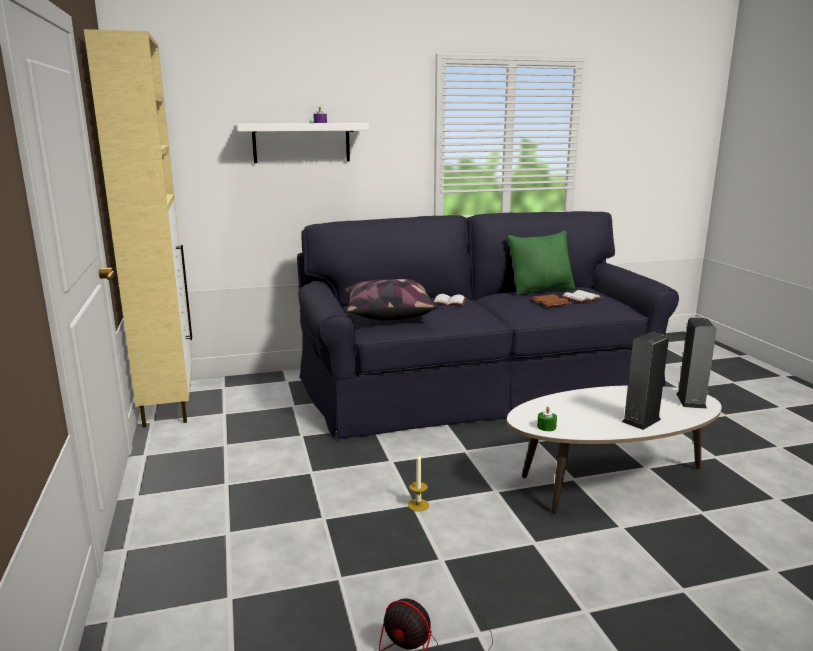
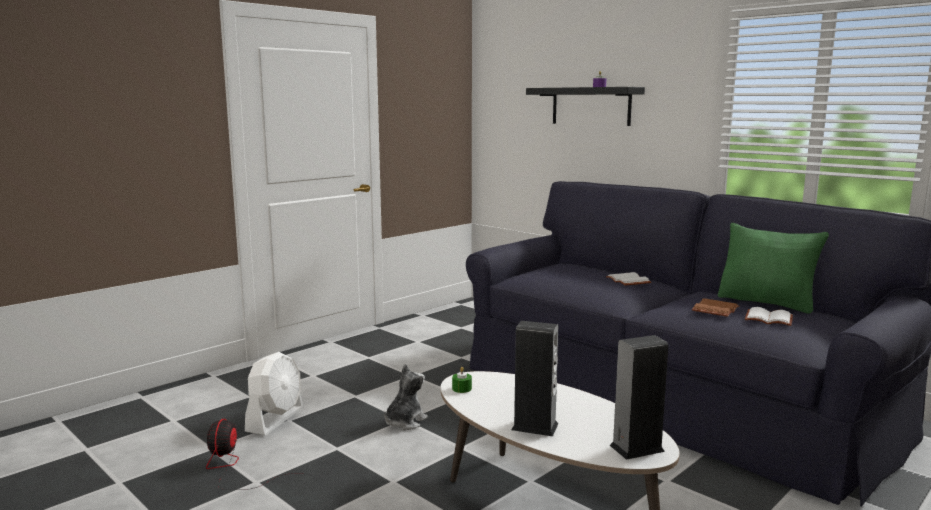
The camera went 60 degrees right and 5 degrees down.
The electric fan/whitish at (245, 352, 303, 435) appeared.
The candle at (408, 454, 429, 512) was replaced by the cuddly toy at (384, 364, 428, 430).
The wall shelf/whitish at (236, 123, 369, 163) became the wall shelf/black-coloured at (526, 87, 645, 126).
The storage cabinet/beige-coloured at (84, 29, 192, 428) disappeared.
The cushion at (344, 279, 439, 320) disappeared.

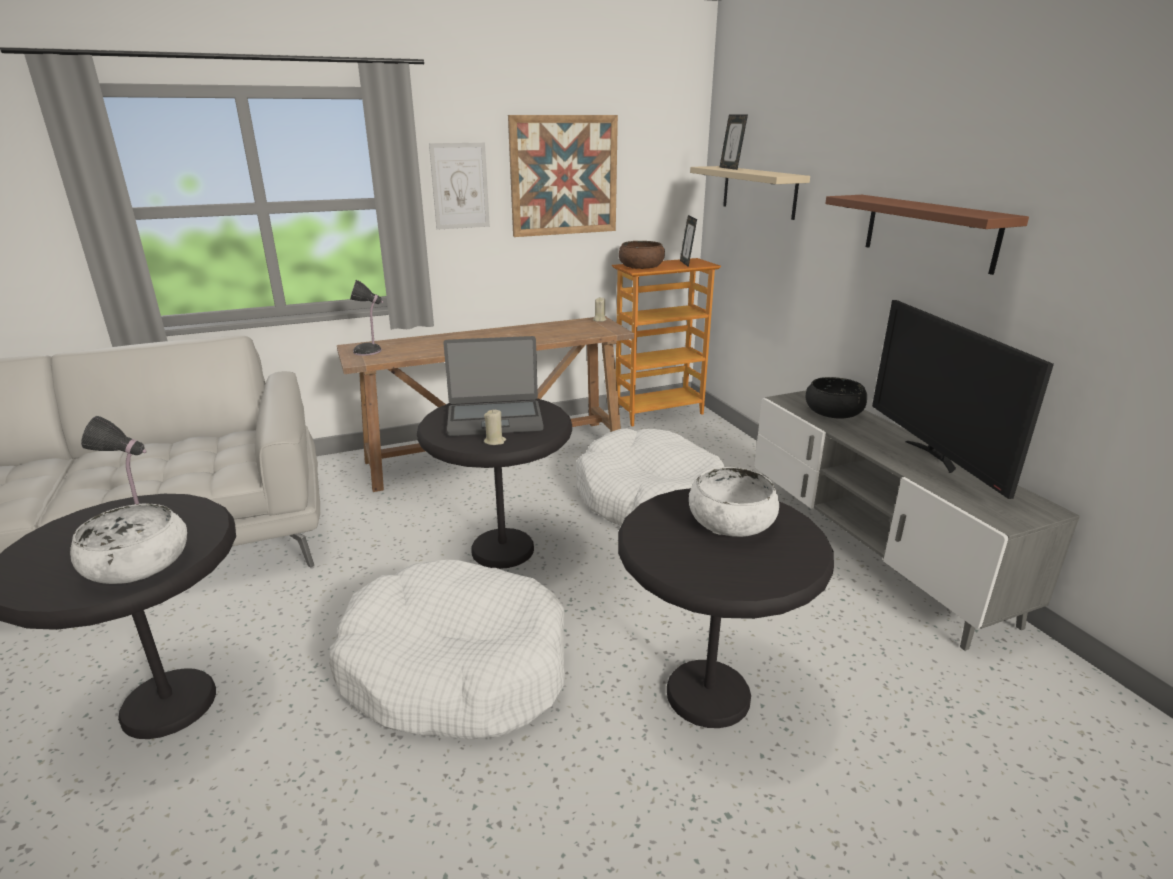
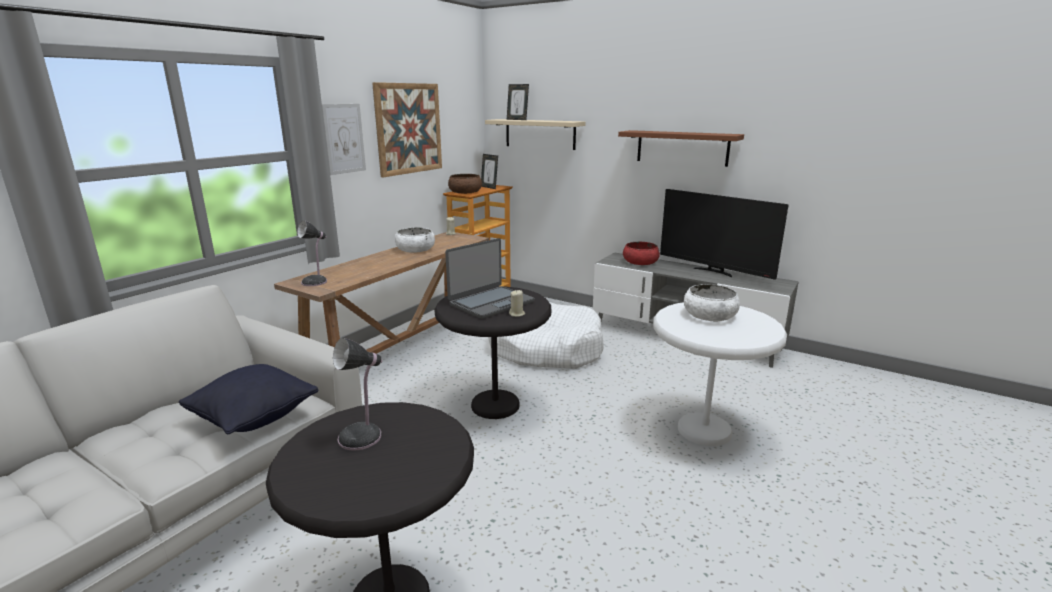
The camera went 35 degrees left and 5 degrees down.
The cushion/black-coloured at (179, 364, 319, 434) appeared.
The serving bowl/whitish moved from (70, 503, 187, 584) to (395, 227, 435, 253).
The serving bowl/black-coloured at (806, 377, 867, 419) became the serving bowl/reddish at (623, 242, 660, 265).
The side table/black-coloured at (618, 488, 834, 728) became the side table/whitish at (653, 302, 787, 446).
The pet bed/whitish at (329, 559, 565, 740) disappeared.

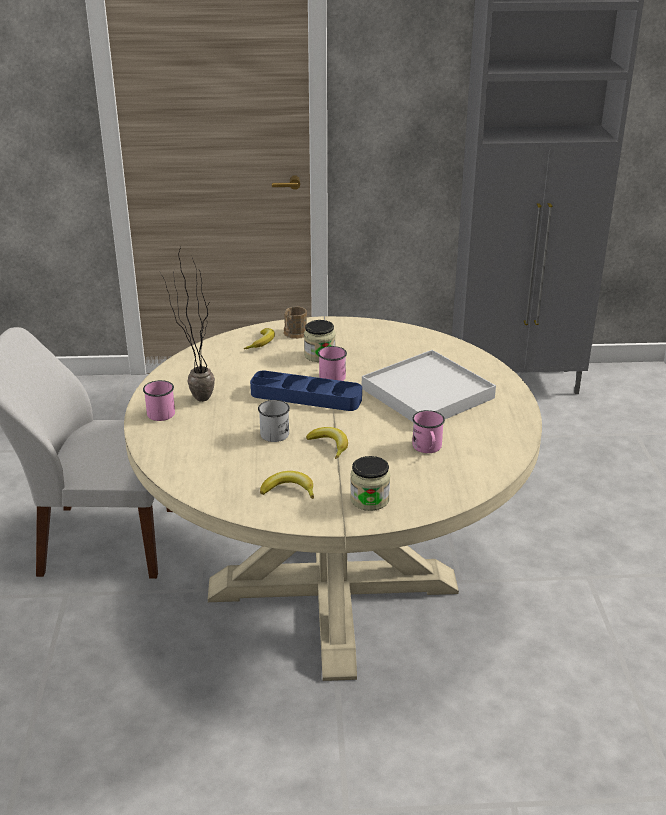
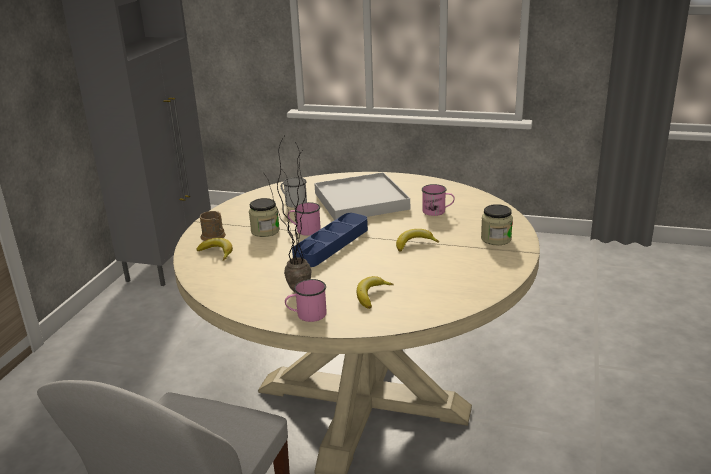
The camera went 70 degrees left and 5 degrees down.
The tea mug/whitish moved from (258, 400, 290, 442) to (280, 177, 307, 208).
The whole banana moved from (260, 471, 314, 499) to (357, 276, 393, 309).

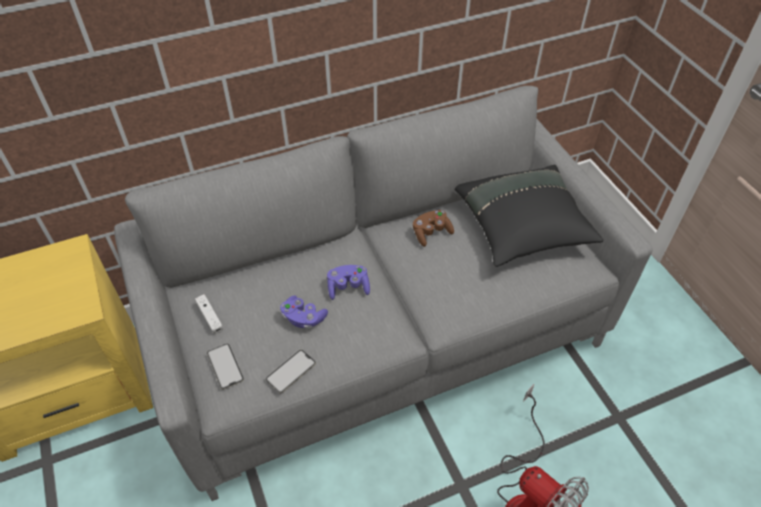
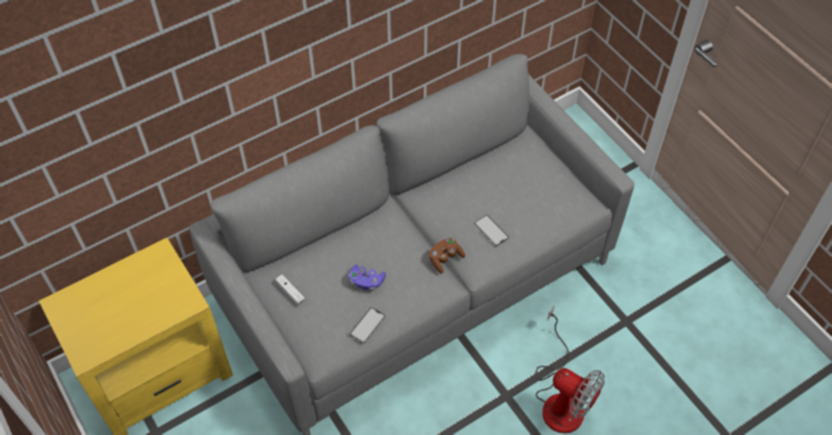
The camera went 10 degrees left and 5 degrees up.
The joypad/brown-coloured moved from (413, 210, 454, 247) to (429, 238, 465, 274).
The telephone moved from (207, 344, 244, 390) to (474, 215, 509, 246).
The joypad/purplish at (327, 265, 370, 300) disappeared.
The cushion/black-coloured at (455, 165, 604, 267) disappeared.

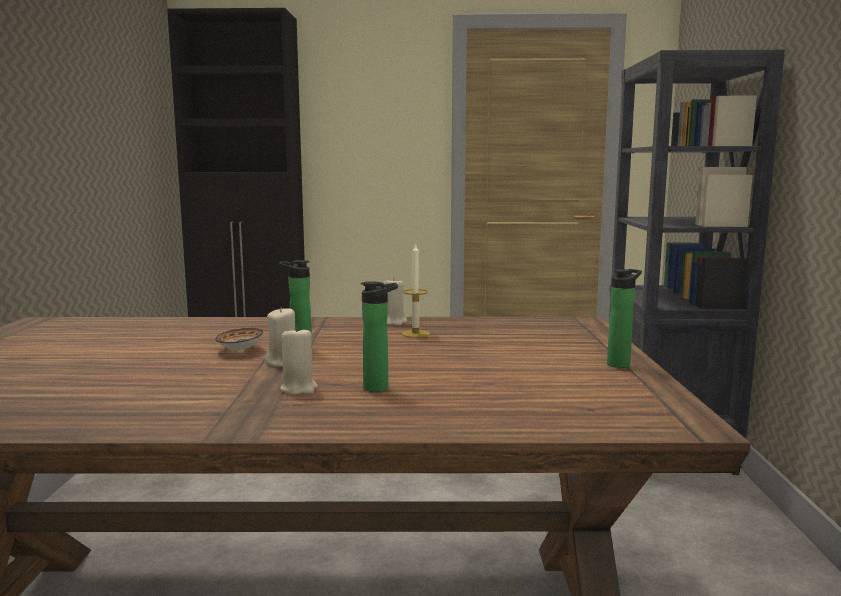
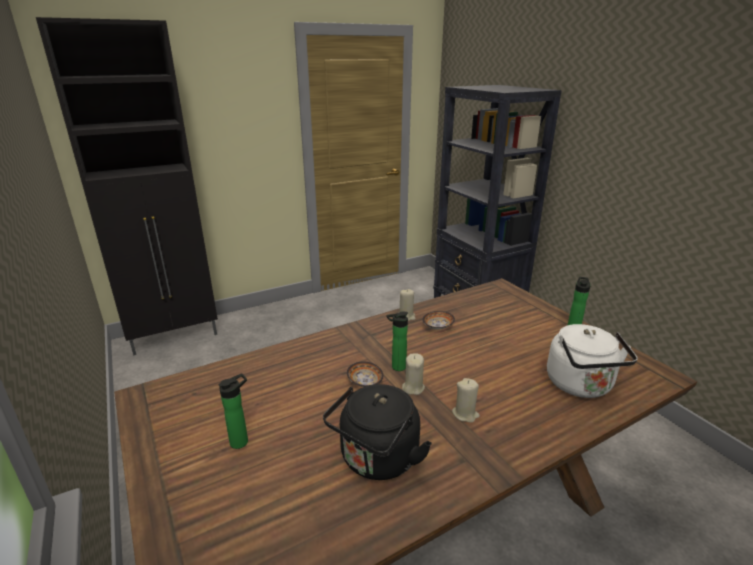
The camera went 30 degrees left and 15 degrees up.
The beverage bottle moved from (361, 281, 398, 392) to (219, 373, 248, 449).
The kettle/black-coloured at (323, 384, 432, 480) appeared.
The candle at (402, 243, 430, 338) was replaced by the serving bowl at (423, 311, 455, 329).
The kettle/whitish at (547, 324, 638, 398) appeared.

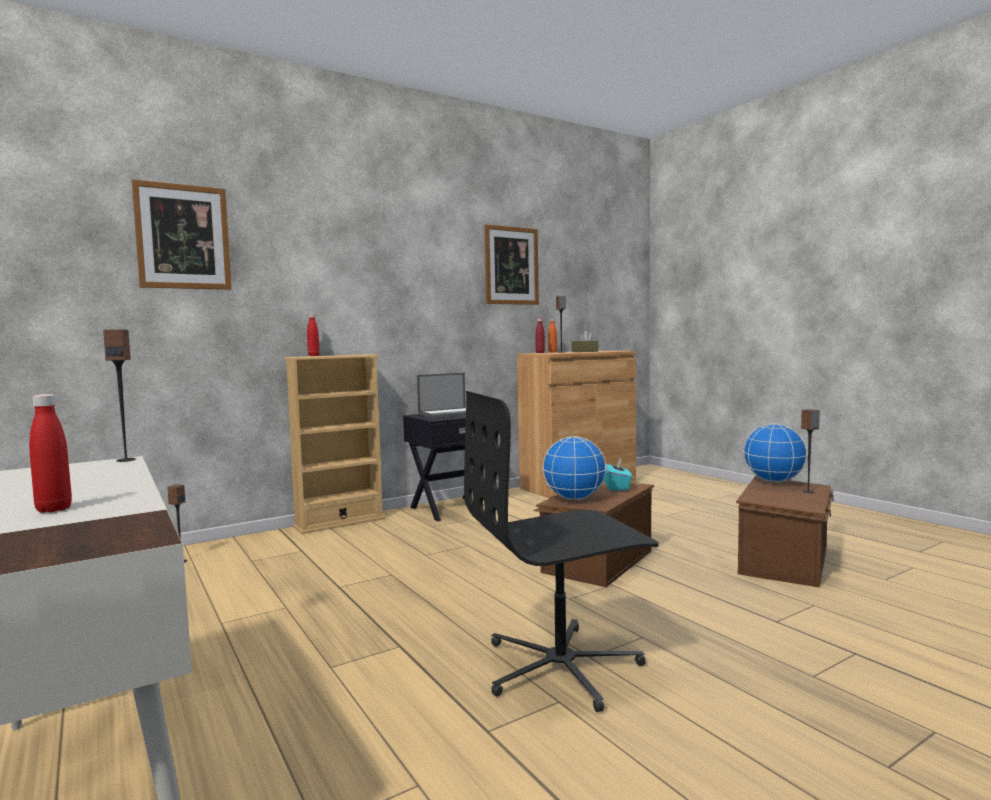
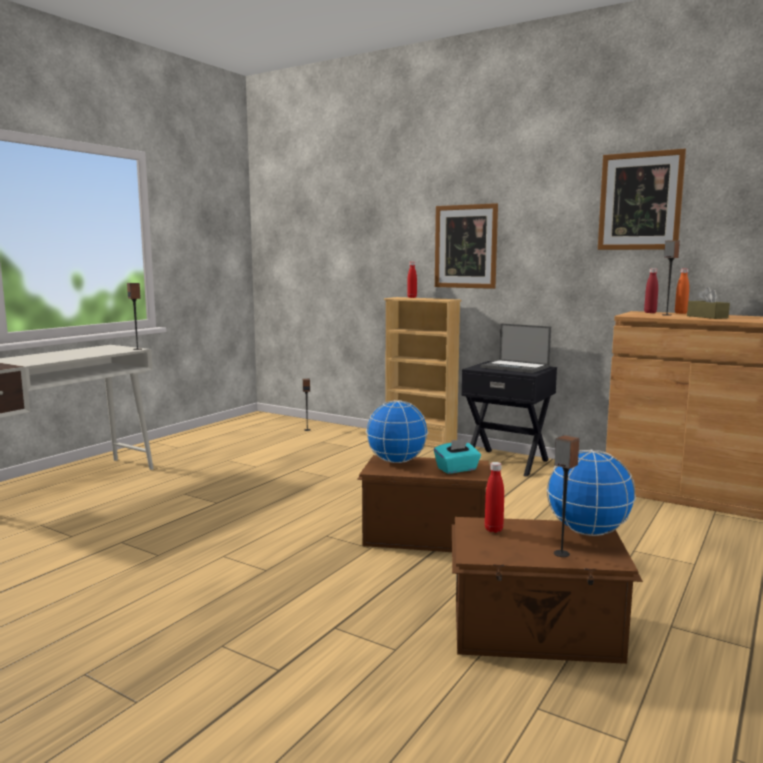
The camera went 65 degrees right and 5 degrees up.
The wall art moved from (132, 179, 231, 290) to (435, 203, 498, 289).
The beverage bottle/reddish moved from (29, 394, 72, 513) to (485, 462, 504, 533).
The office chair/black-coloured at (464, 391, 659, 712) disappeared.

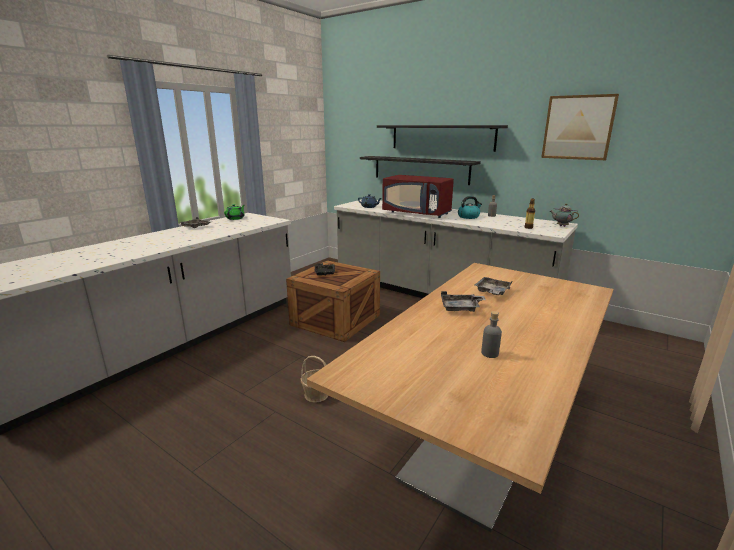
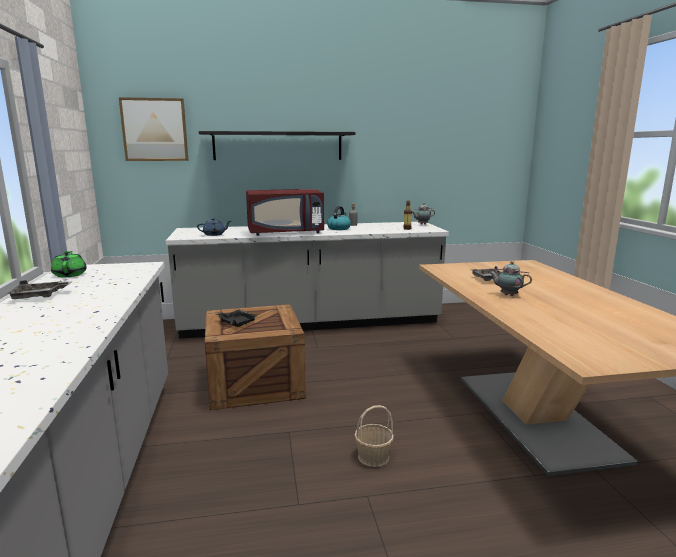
The camera went 45 degrees left and 5 degrees down.
The wall art moved from (541, 94, 619, 160) to (119, 97, 189, 161).
The serving tray/grey at (441, 291, 486, 312) was replaced by the tea pot at (489, 261, 532, 296).
The wall shelf/black-coloured at (360, 156, 481, 185) disappeared.
The beverage bottle/grey at (481, 311, 502, 358) disappeared.

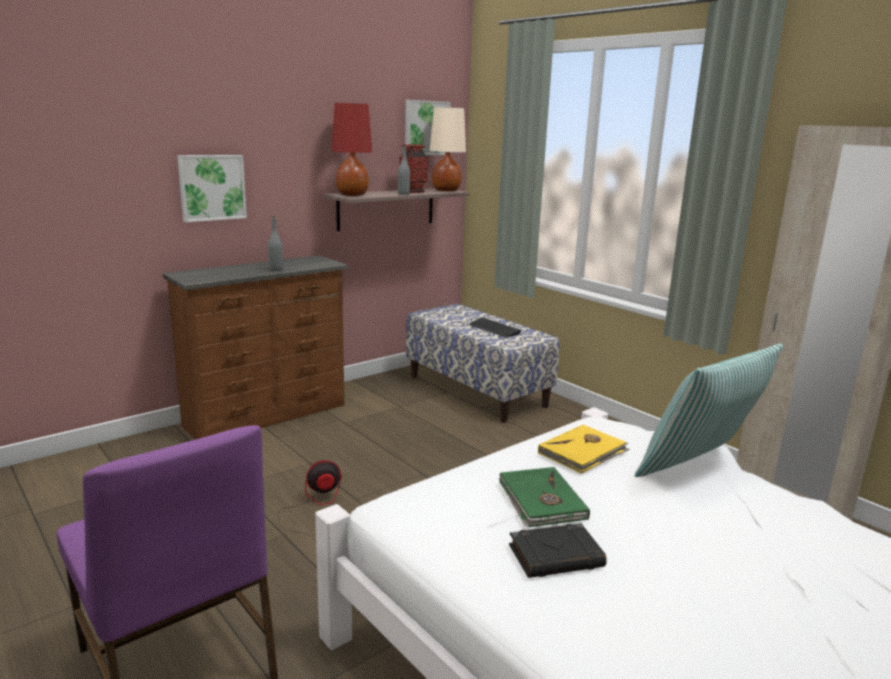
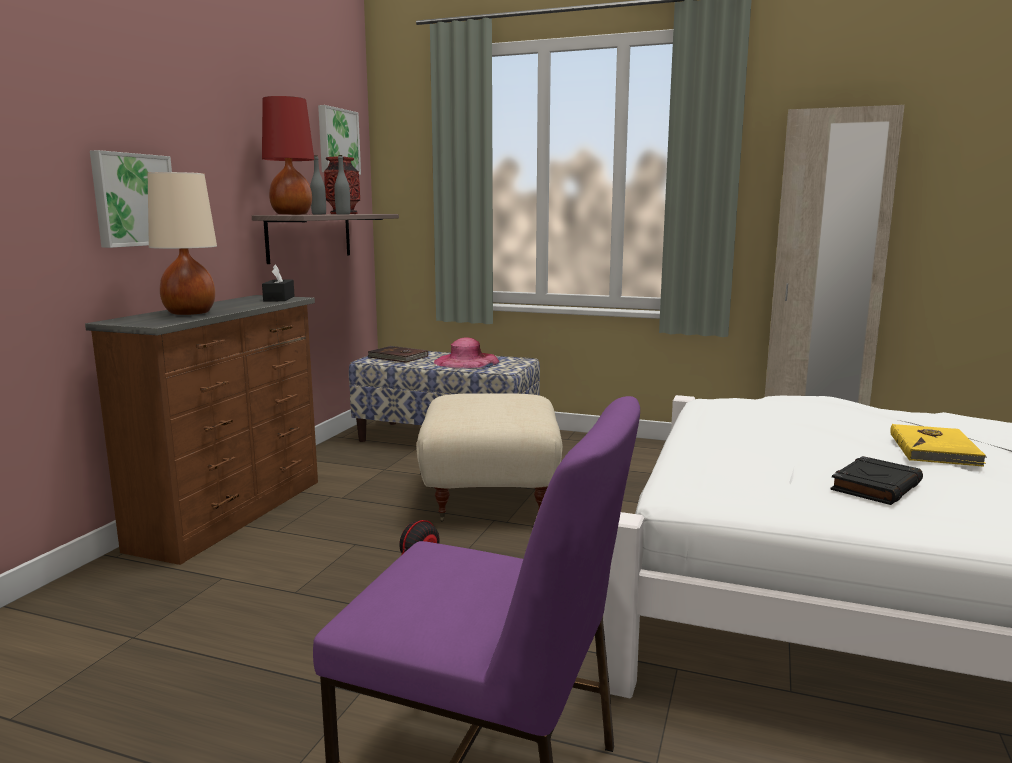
The camera went 30 degrees left and 5 degrees down.
The table lamp/beige-coloured moved from (430, 107, 466, 191) to (148, 172, 217, 315).
The tissue box/black-coloured at (262, 265, 295, 301) appeared.
The beverage bottle/grey moved from (268, 216, 283, 271) to (310, 155, 326, 214).
The book/brown-coloured at (367, 346, 428, 363) appeared.
The ottoman/beige-coloured at (416, 393, 563, 522) appeared.
The keyboard at (469, 317, 522, 338) was replaced by the hat/pinkish at (434, 338, 500, 369).
The book/yellow-coloured moved from (538, 424, 630, 474) to (890, 424, 987, 467).
The book/greenish at (499, 467, 590, 527) disappeared.
The cushion at (635, 344, 783, 477) disappeared.

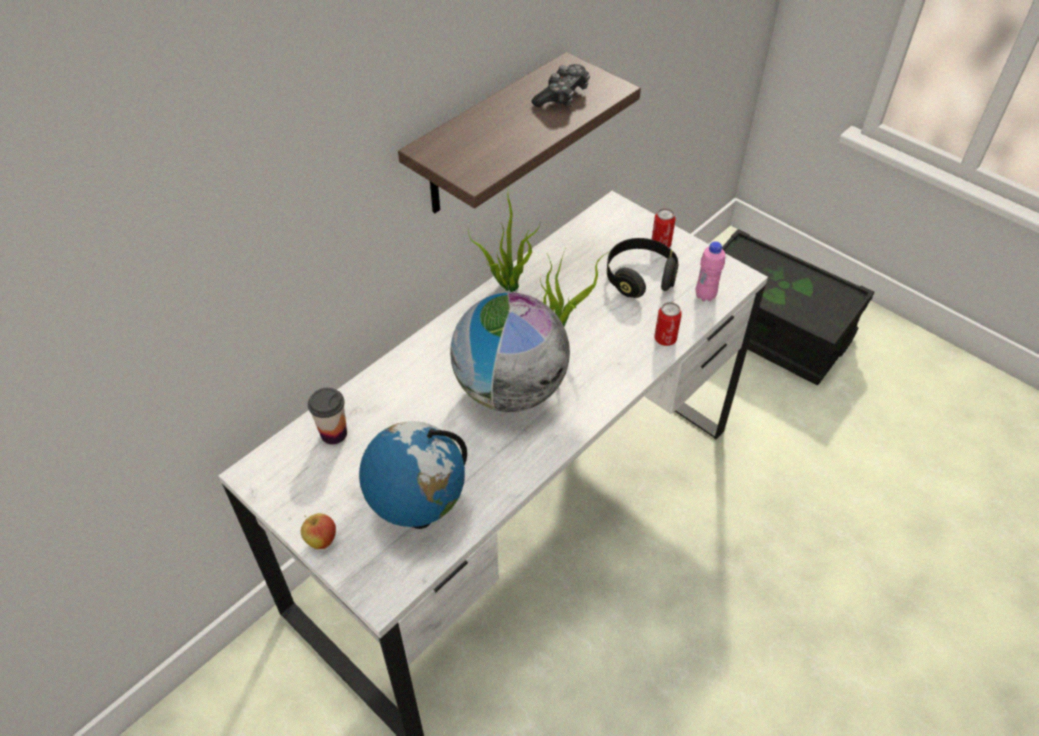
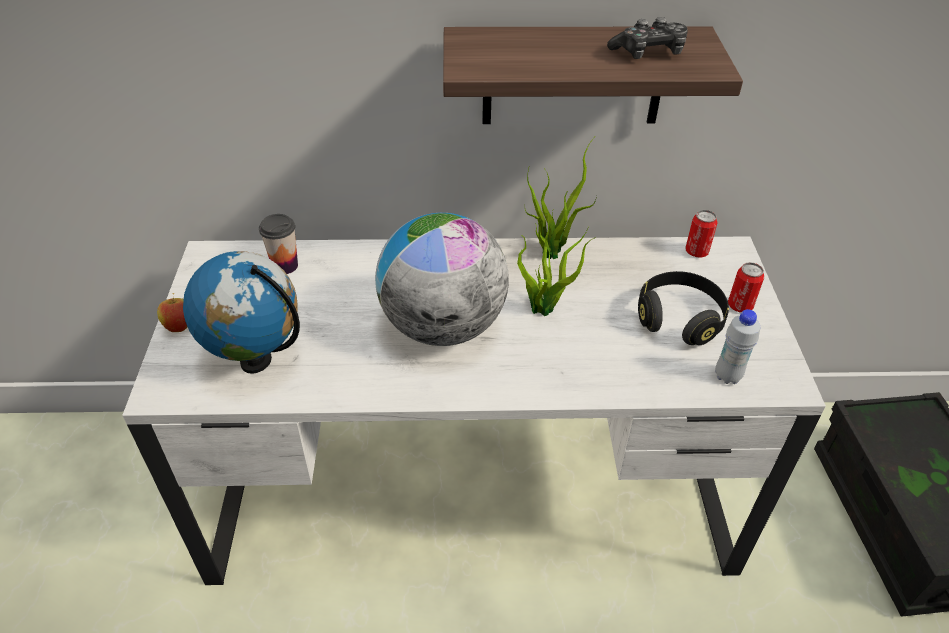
The camera went 45 degrees right and 5 degrees down.
The sealed can moved from (654, 302, 682, 346) to (685, 210, 718, 258).
The beverage bottle/pinkish at (695, 241, 725, 301) became the beverage bottle/whitish at (715, 309, 760, 384).

